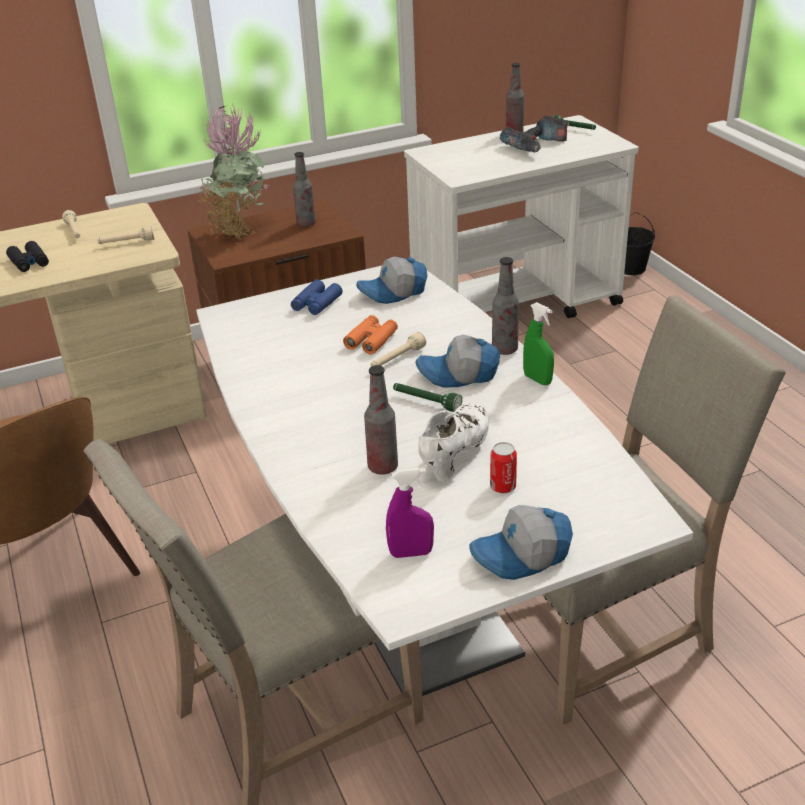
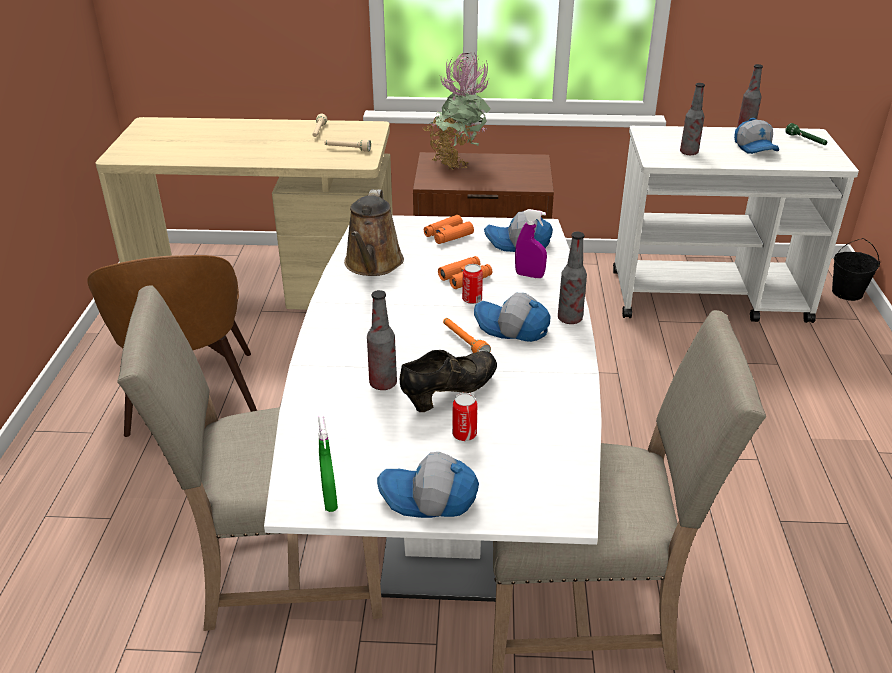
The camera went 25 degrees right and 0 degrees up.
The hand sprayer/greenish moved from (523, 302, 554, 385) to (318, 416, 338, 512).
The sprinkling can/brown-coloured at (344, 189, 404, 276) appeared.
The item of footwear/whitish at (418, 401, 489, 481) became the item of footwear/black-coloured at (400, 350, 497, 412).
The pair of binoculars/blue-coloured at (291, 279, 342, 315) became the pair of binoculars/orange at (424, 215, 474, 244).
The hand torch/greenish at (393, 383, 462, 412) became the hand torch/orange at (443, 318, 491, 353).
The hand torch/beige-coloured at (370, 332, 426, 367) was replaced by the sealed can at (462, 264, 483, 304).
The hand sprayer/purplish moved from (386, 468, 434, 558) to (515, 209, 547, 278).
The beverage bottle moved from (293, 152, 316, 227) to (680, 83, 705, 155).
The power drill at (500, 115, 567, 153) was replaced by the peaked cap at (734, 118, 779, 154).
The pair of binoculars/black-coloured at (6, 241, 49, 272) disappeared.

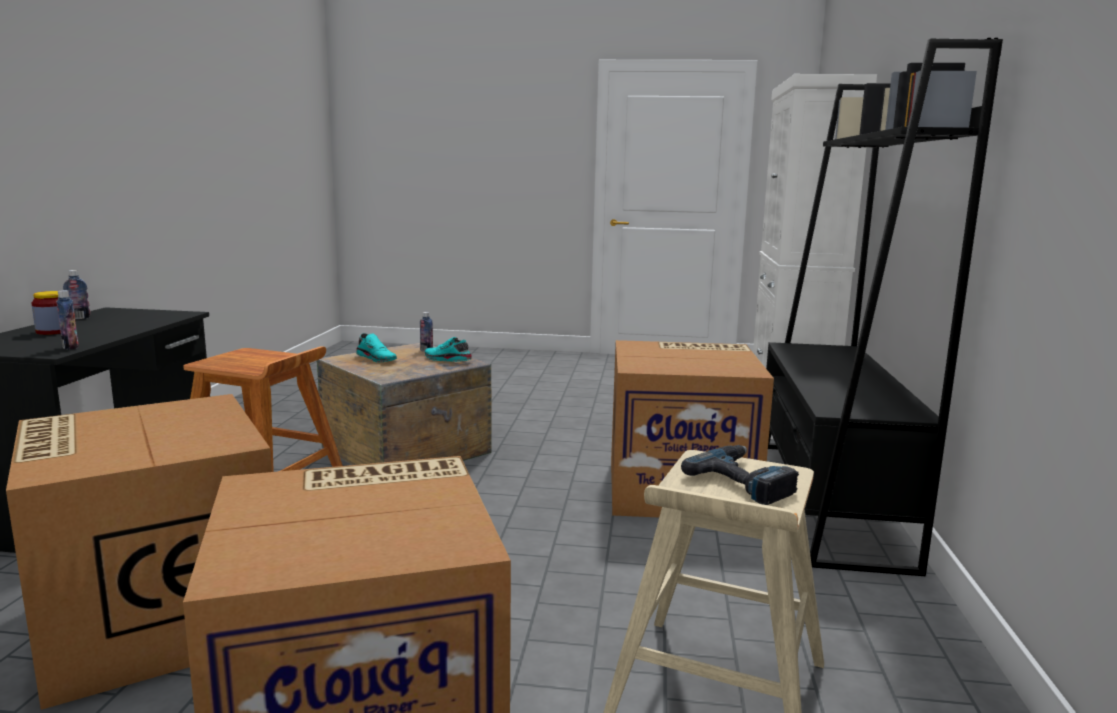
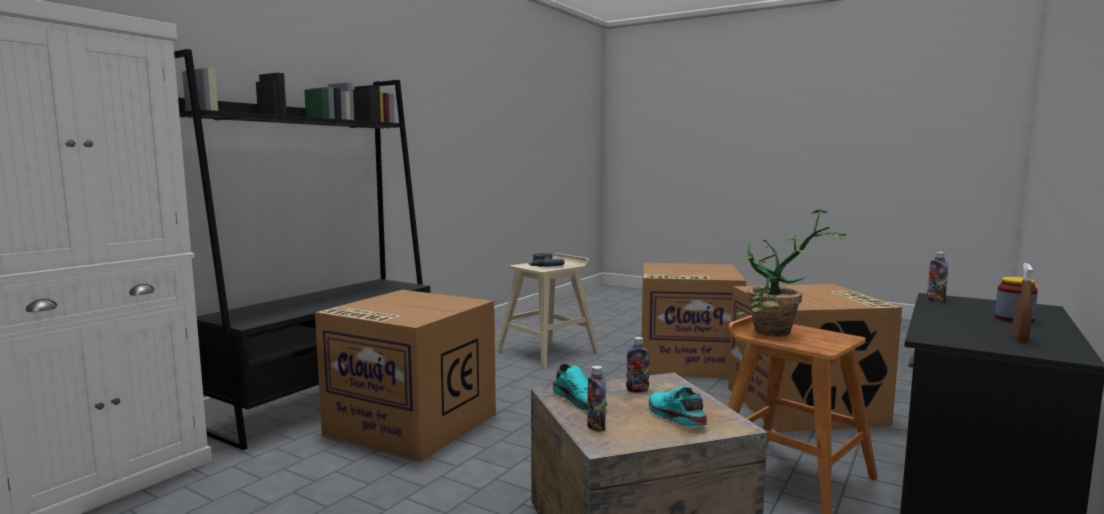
The camera went 155 degrees left and 5 degrees down.
The beverage bottle moved from (63, 270, 91, 319) to (626, 337, 650, 393).
The potted plant at (736, 209, 846, 337) appeared.
The hand sprayer/brown-coloured at (1012, 263, 1033, 343) appeared.

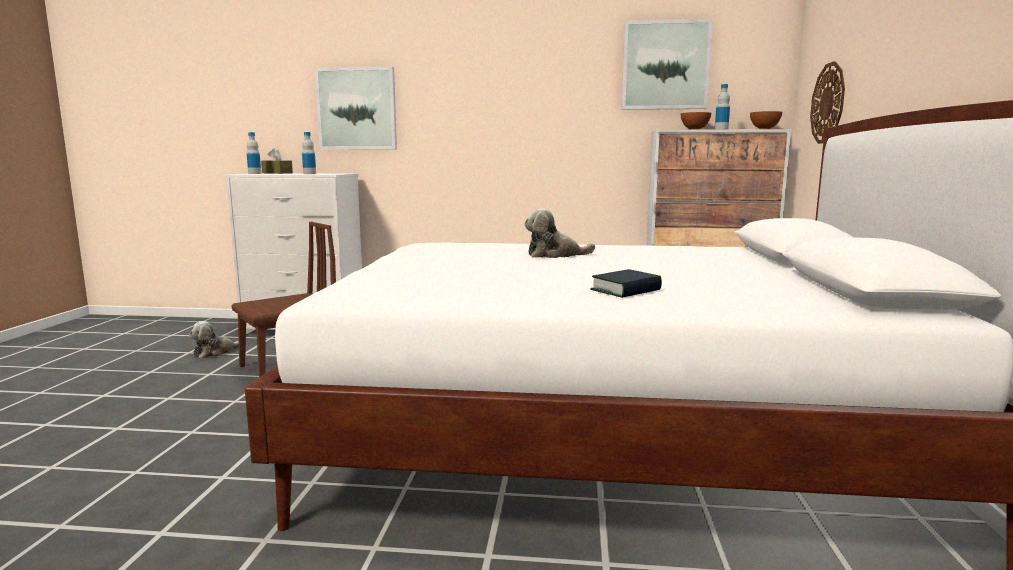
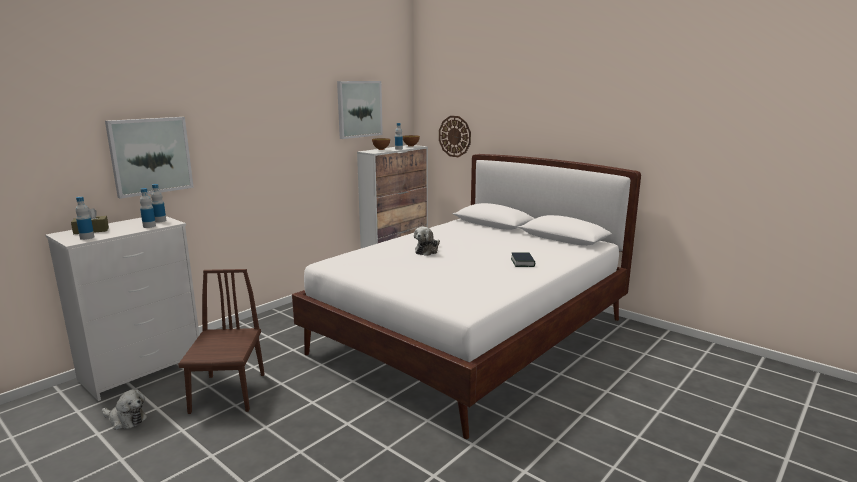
The camera went 55 degrees left and 5 degrees up.
The cuddly toy at (189, 321, 239, 359) turned 60 degrees counterclockwise.
The beverage bottle at (151, 184, 167, 223) appeared.

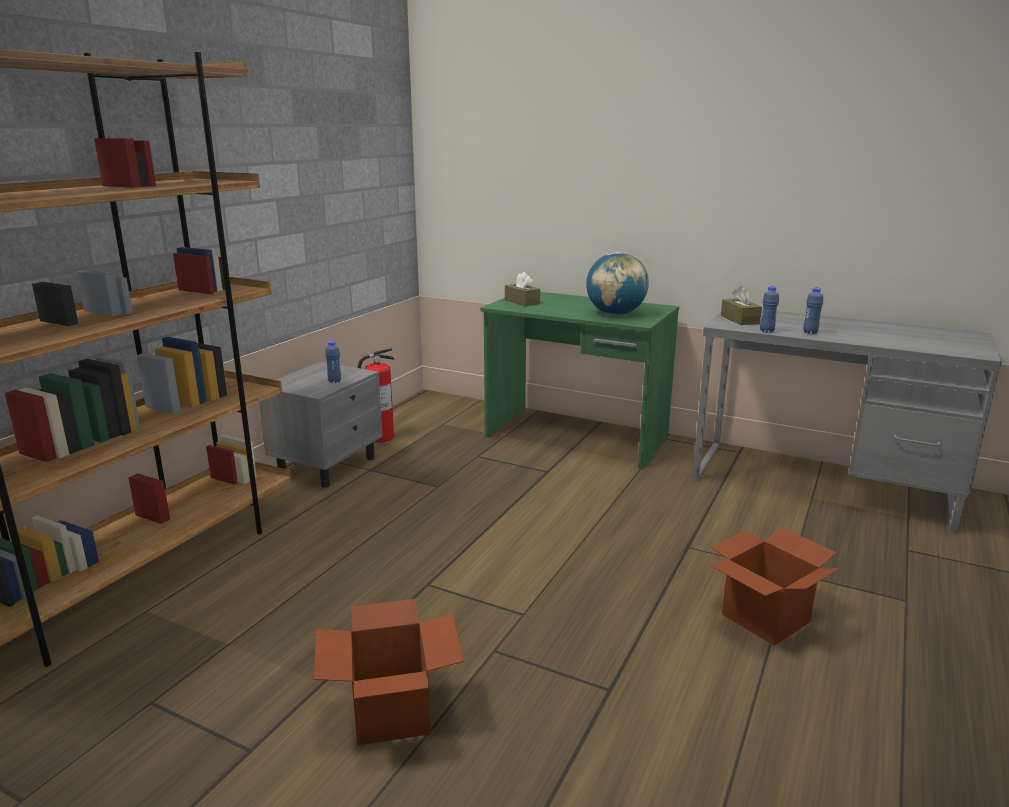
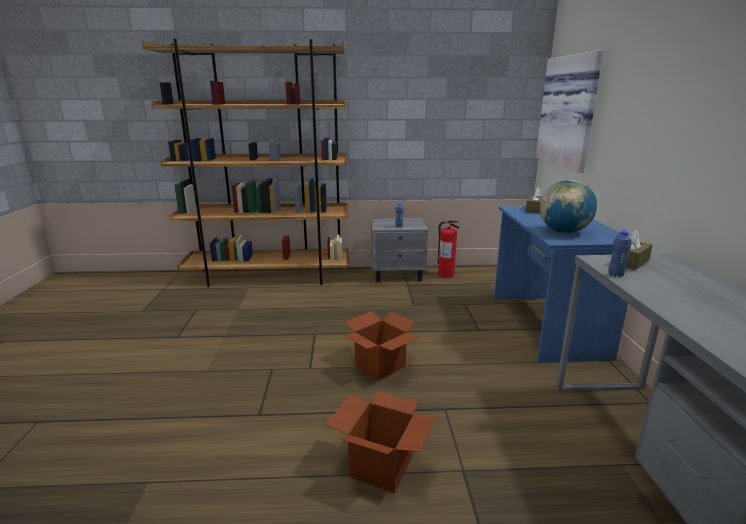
The camera went 60 degrees right and 0 degrees up.
The carton moved from (314, 599, 464, 746) to (344, 311, 419, 381).
The desk table/greenish at (481, 292, 679, 469) became the desk table/blue-coloured at (494, 206, 628, 363).
The wall art at (536, 50, 603, 173) appeared.
The beverage bottle/blue-coloured at (803, 287, 823, 334) disappeared.

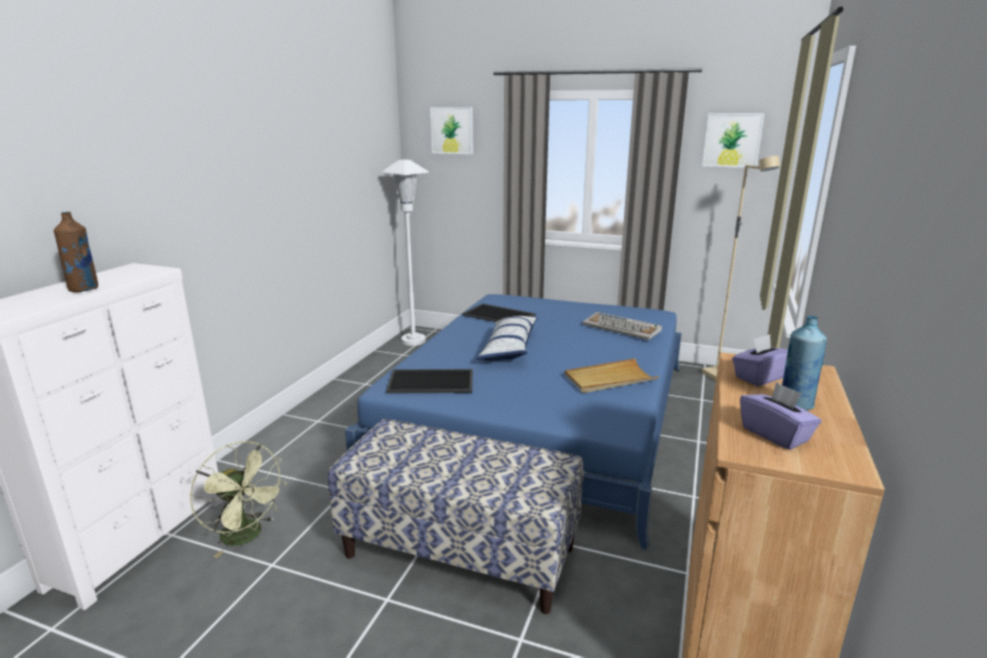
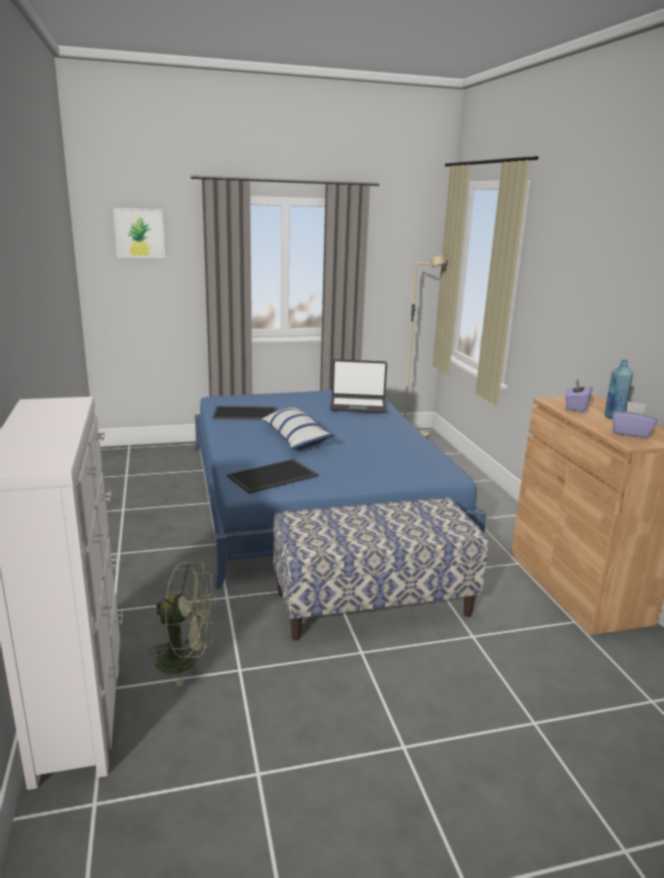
The camera went 35 degrees left and 0 degrees up.
The keyboard at (583, 312, 662, 340) was replaced by the notebook computer at (330, 359, 387, 413).
The beverage bottle/brown-coloured at (54, 212, 98, 292) disappeared.
The standing lamp/whitish at (381, 159, 429, 346) disappeared.
The serving tray/beige-coloured at (565, 358, 659, 393) disappeared.
The wall art at (702, 113, 764, 168) disappeared.

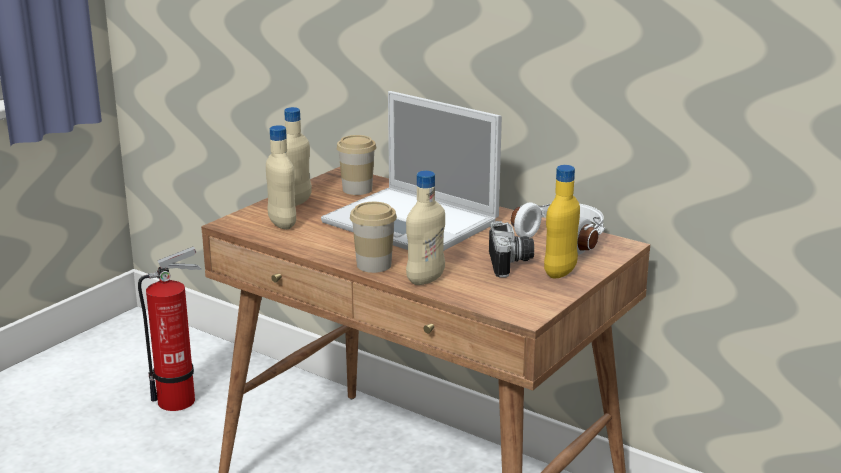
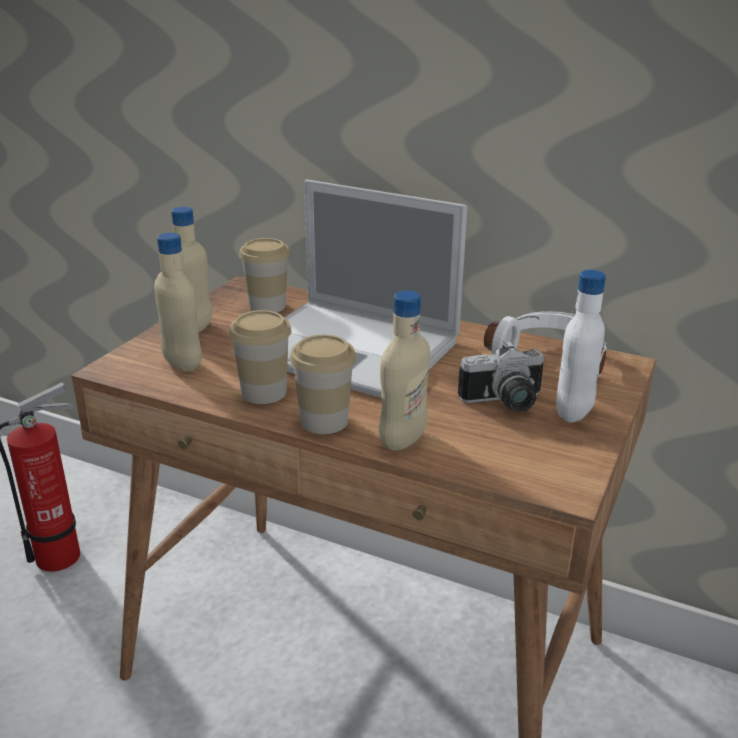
The camera went 10 degrees left and 5 degrees up.
The small cup at (229, 310, 291, 404) appeared.
The still camera at (489, 221, 534, 278) turned 90 degrees clockwise.
The beverage bottle/yellow-coloured at (544, 165, 580, 278) became the beverage bottle/whitish at (556, 270, 606, 423).

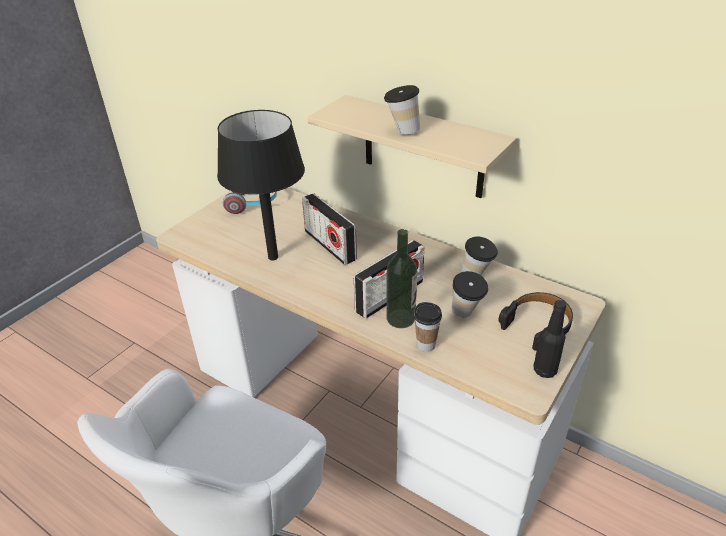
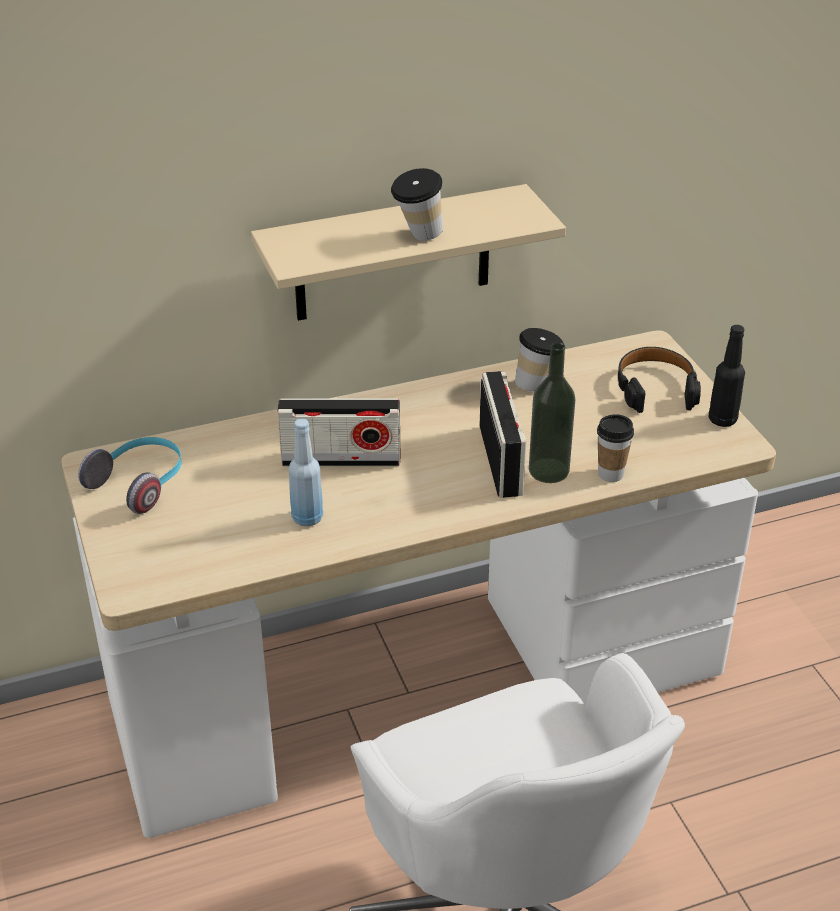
The camera went 55 degrees left and 0 degrees up.
The table lamp/black-coloured at (217, 110, 305, 260) was replaced by the beverage bottle/blue-coloured at (289, 419, 323, 527).
The small cup at (451, 271, 488, 317) disappeared.

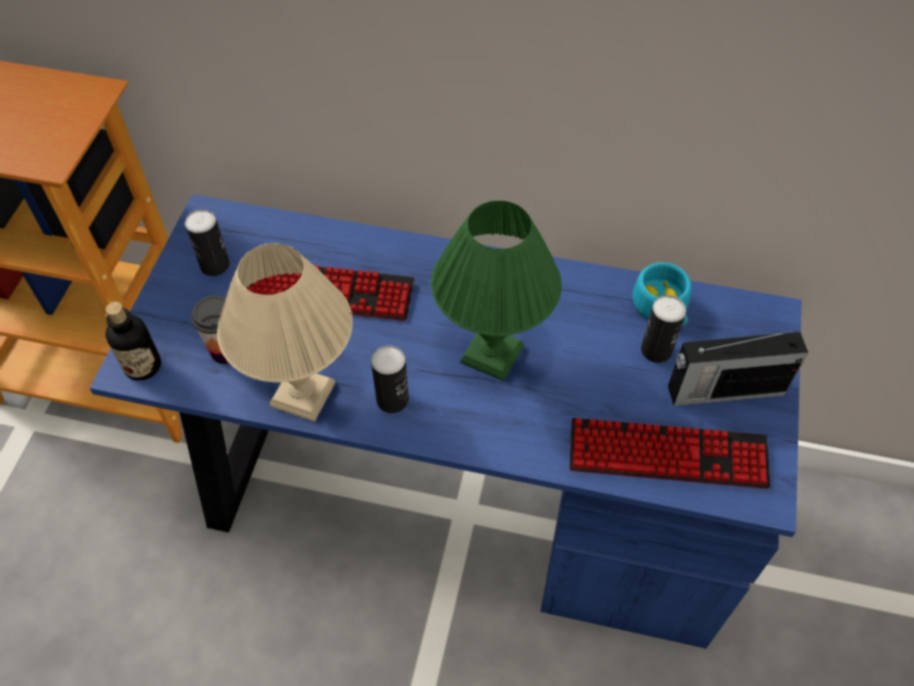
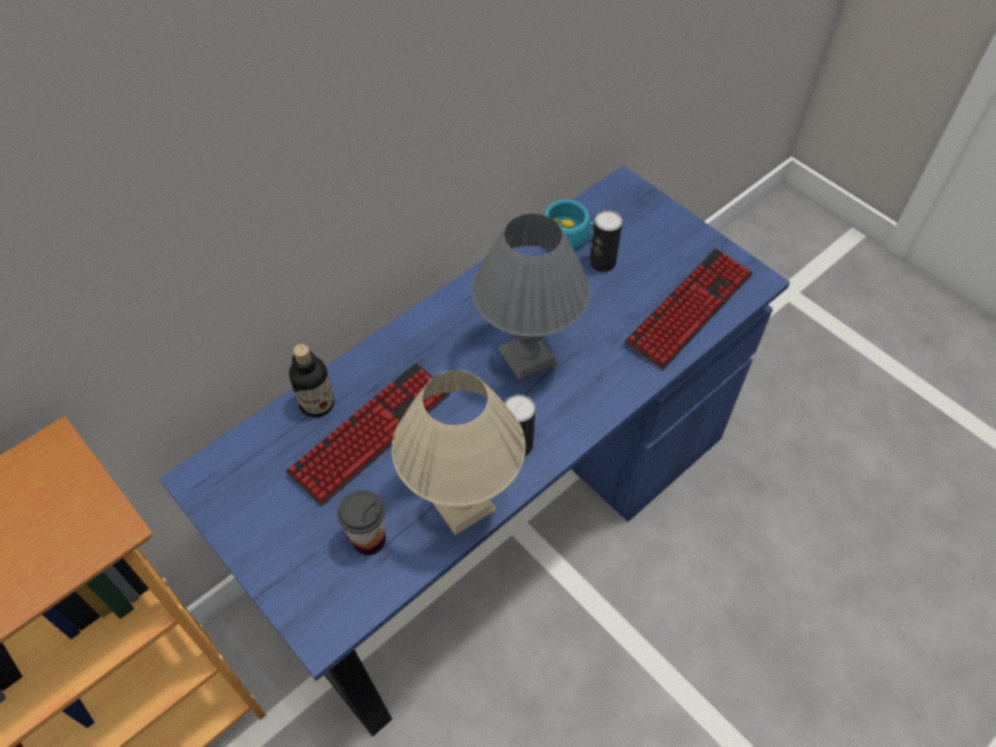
The camera went 55 degrees left and 0 degrees up.
The beverage bottle moved from (105, 302, 161, 381) to (289, 344, 334, 417).
The table lamp/greenish at (431, 200, 562, 381) became the table lamp/grey at (472, 214, 590, 381).
The sealed can at (185, 209, 230, 276) disappeared.
The radio at (668, 330, 808, 406) disappeared.

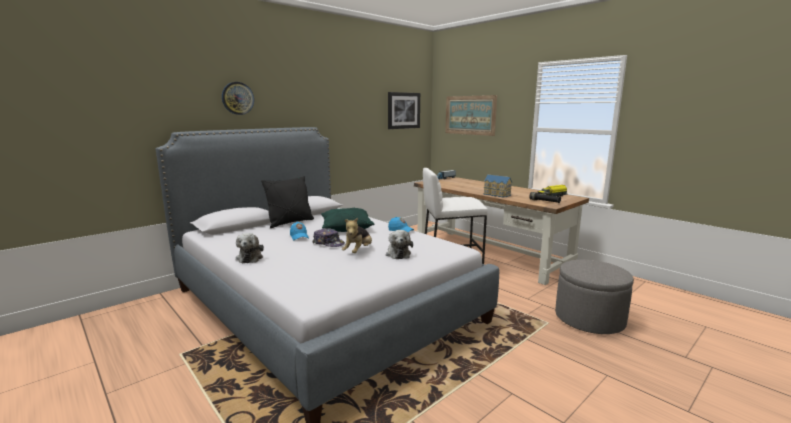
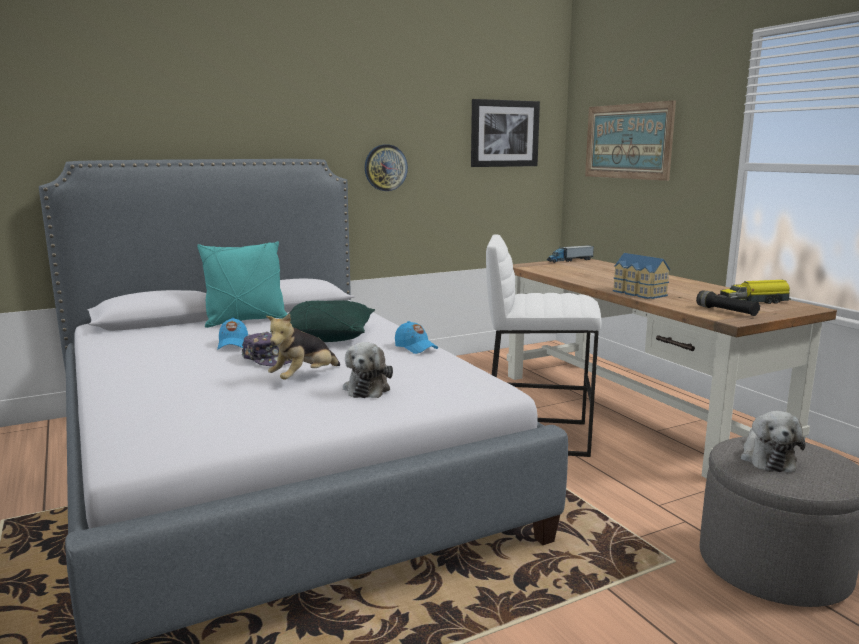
The camera went 15 degrees right and 0 degrees up.
The cushion/black-coloured at (261, 176, 314, 228) became the cushion/blue-green at (197, 241, 288, 328).
The wall clock moved from (222, 82, 254, 115) to (365, 145, 408, 191).
The cuddly toy moved from (236, 233, 264, 263) to (741, 411, 805, 472).

